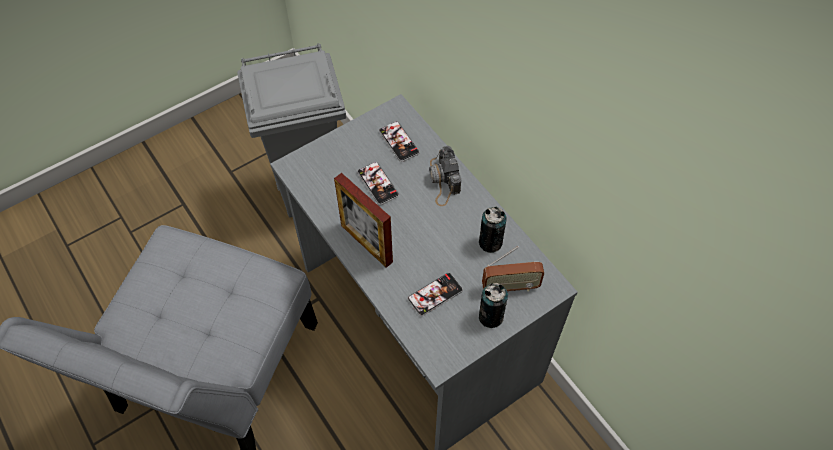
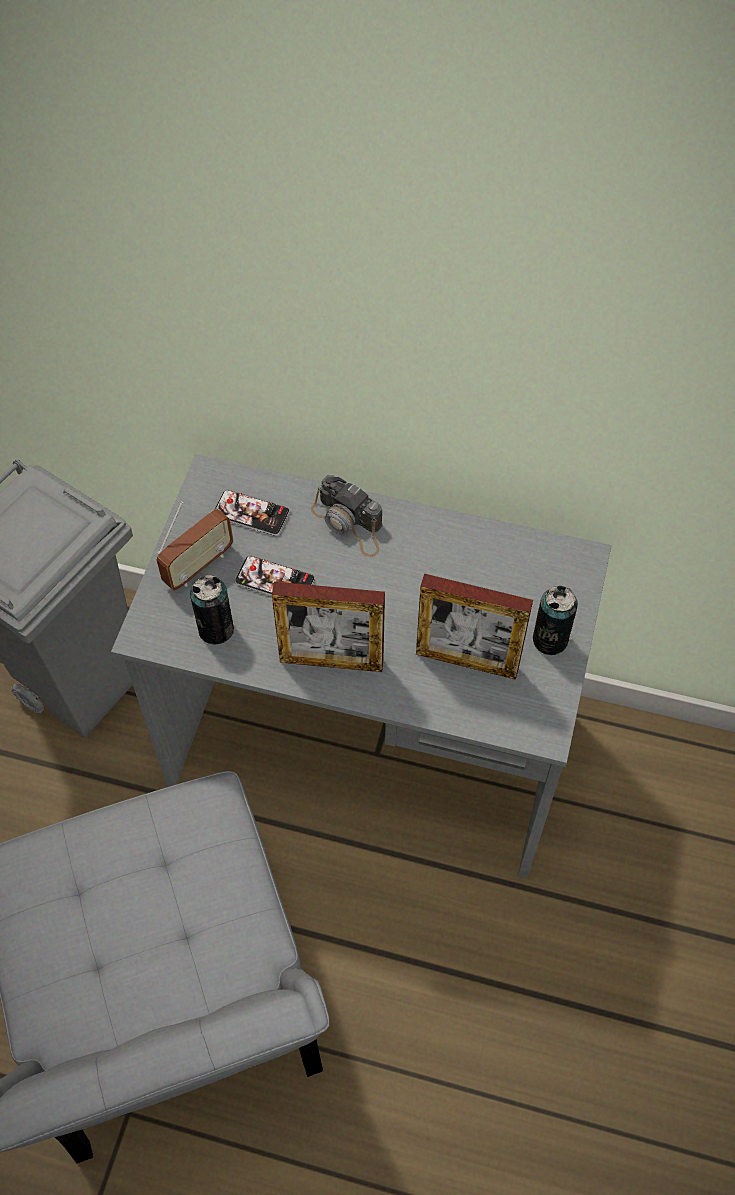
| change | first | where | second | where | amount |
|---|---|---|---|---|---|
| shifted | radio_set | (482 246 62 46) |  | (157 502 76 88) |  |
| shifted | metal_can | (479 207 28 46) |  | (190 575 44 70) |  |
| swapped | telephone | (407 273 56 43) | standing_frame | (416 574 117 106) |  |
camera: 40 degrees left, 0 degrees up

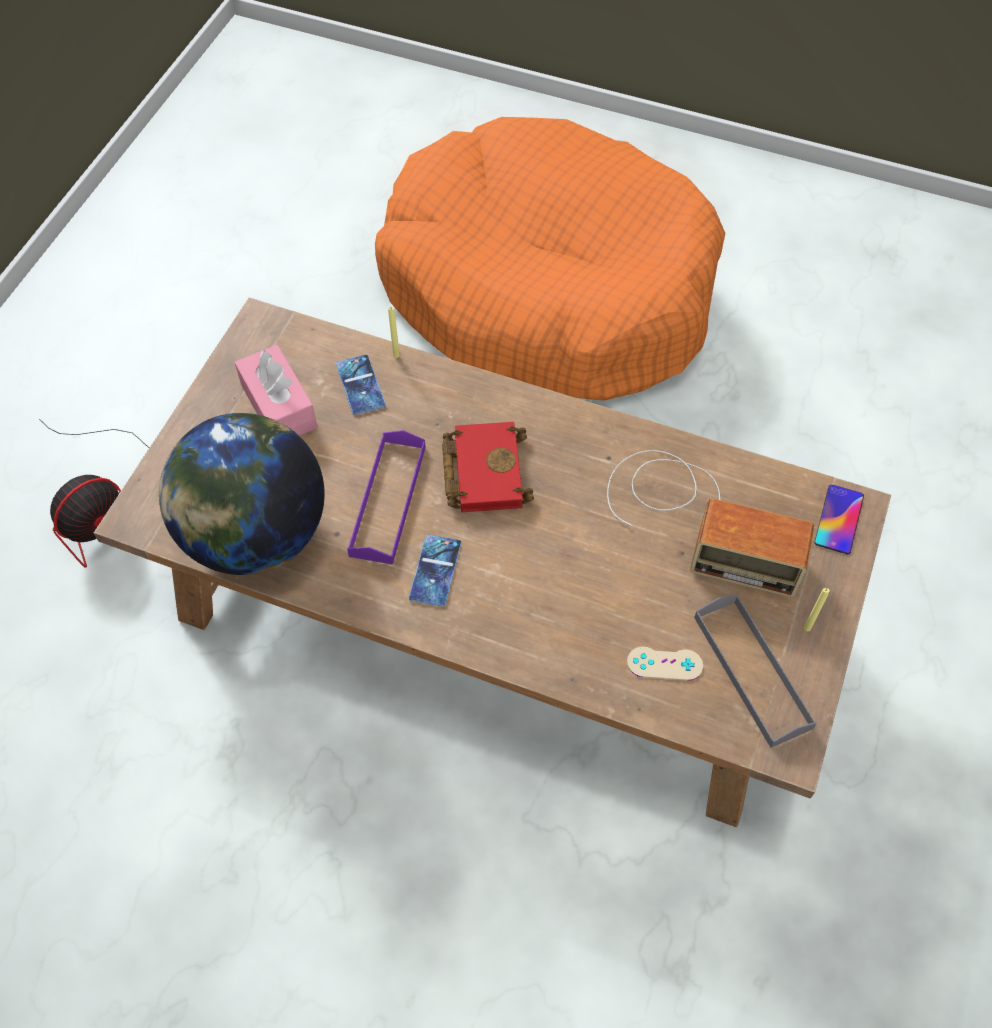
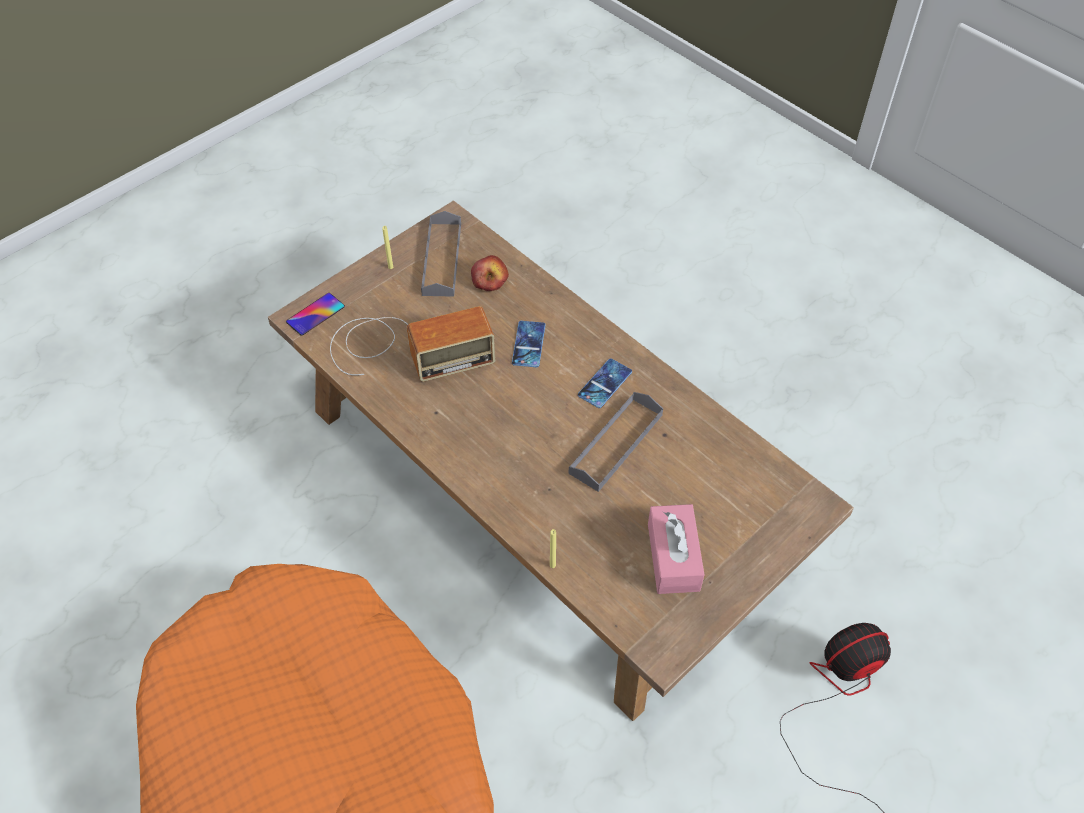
| change | first | where | second | where | amount |
|---|---|---|---|---|---|
| rotated | radio_set | (607 450 207 147) |  | (330 306 166 76) | 120 degrees clockwise |
| swapped | beige-coloured_gamepad | (627 647 76 34) | apple_fruit | (471 255 38 36) |  |
| shifted | telephone | (336 355 50 60) |  | (512 321 33 46) |  |
| repainted | purple_carrying_tray | (347 430 79 135) | grey_carrying_tray | (569 392 94 100) |  |
| gone | desk_globe | (159 413 166 162) |  |  |  |
| gone | red-coloured_bound_book | (442 422 92 90) |  |  |  |
camera: 155 degrees left, 5 degrees down

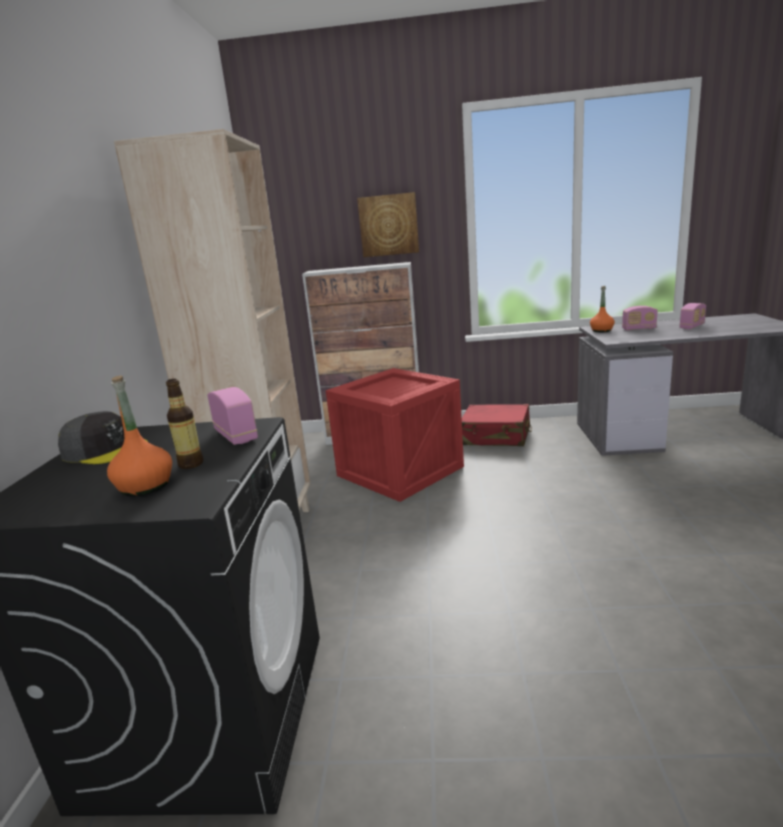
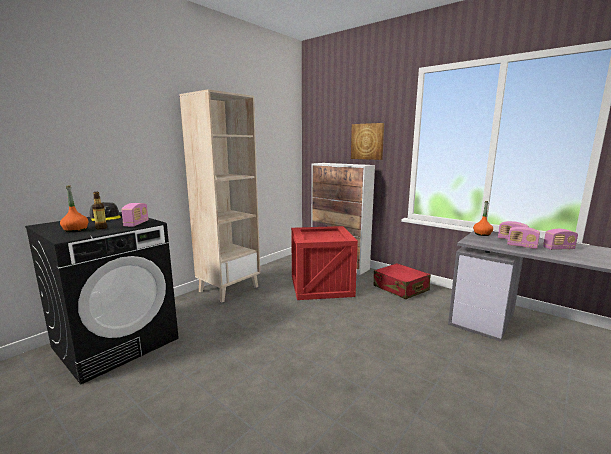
| change | first | where | second | where | amount |
|---|---|---|---|---|---|
| new |  |  | radio_set | (507 227 33 22) |  |
camera: 35 degrees right, 5 degrees down

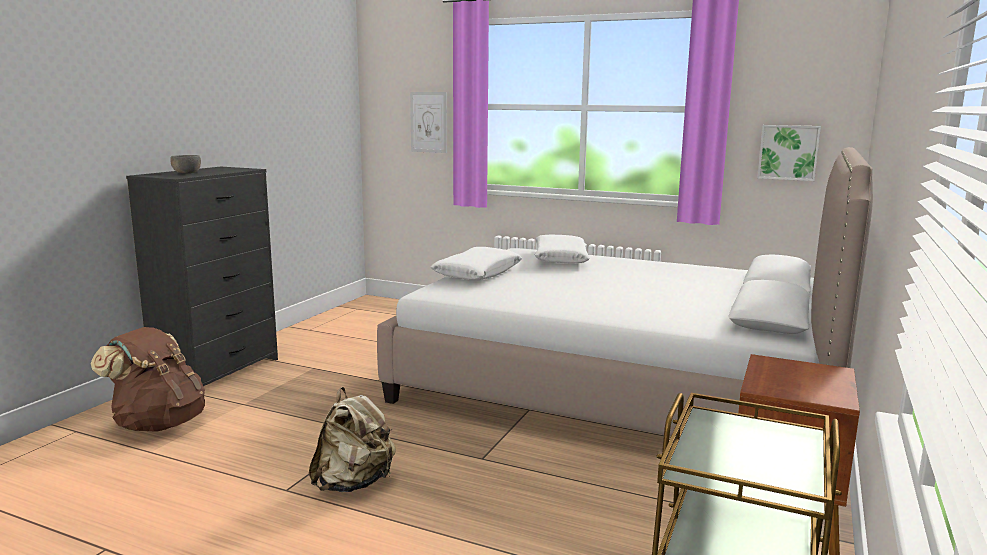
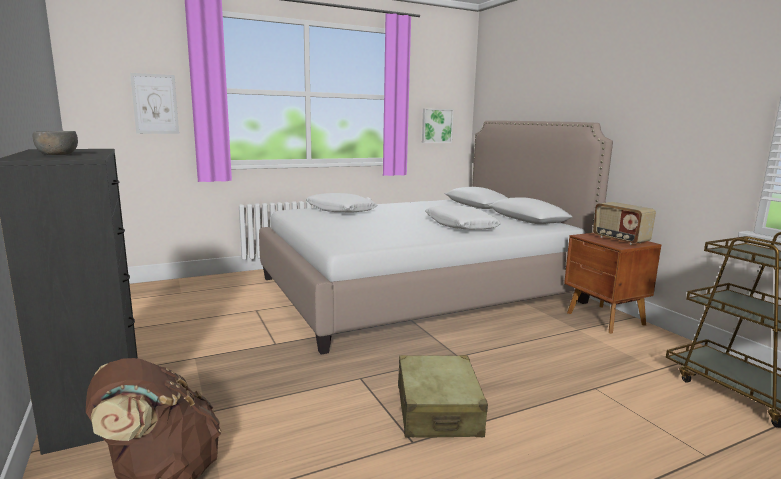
| change | first | where | second | where | amount |
|---|---|---|---|---|---|
| swapped | beige-coloured_backpack | (309 387 87 105) | beige-coloured_travel_case | (398 355 90 83) |  |
| shifted | whitish_pillow | (431 247 91 33) |  | (425 205 76 25) |  |
| new |  |  | radio_set | (593 202 63 43) |  |
camera: 50 degrees left, 0 degrees up

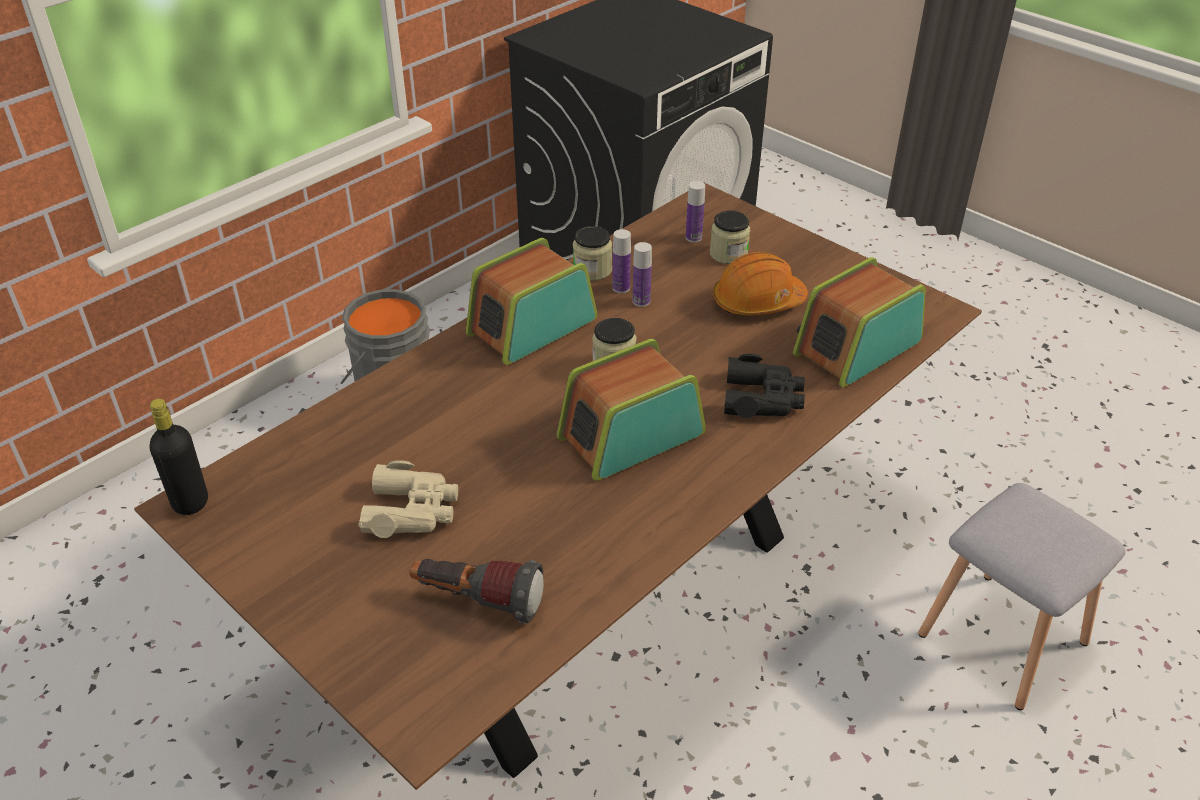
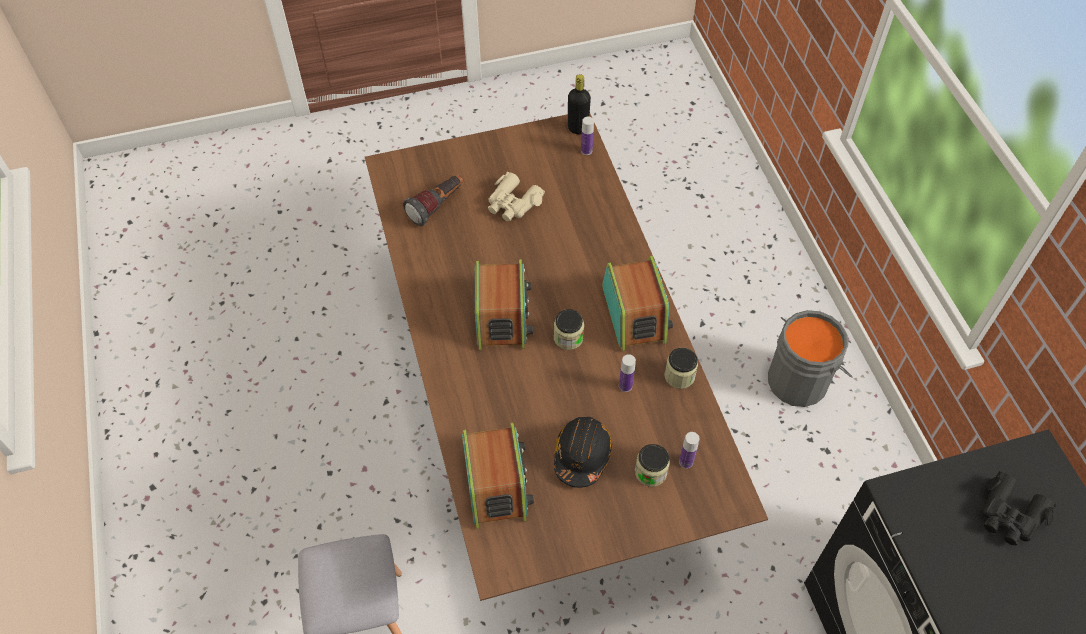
| change | first | where | second | where | amount |
|---|---|---|---|---|---|
| repainted | orangey_safety_helmet | (713 252 95 63) | black-coloured_safety_helmet | (554 417 59 71) |  |
| shifted | drink_bottle | (612 229 19 64) |  | (581 117 13 38) |  |
| shifted | black-coloured_binoculars | (724 354 81 64) |  | (981 471 75 75) |  |
camera: 120 degrees right, 15 degrees up

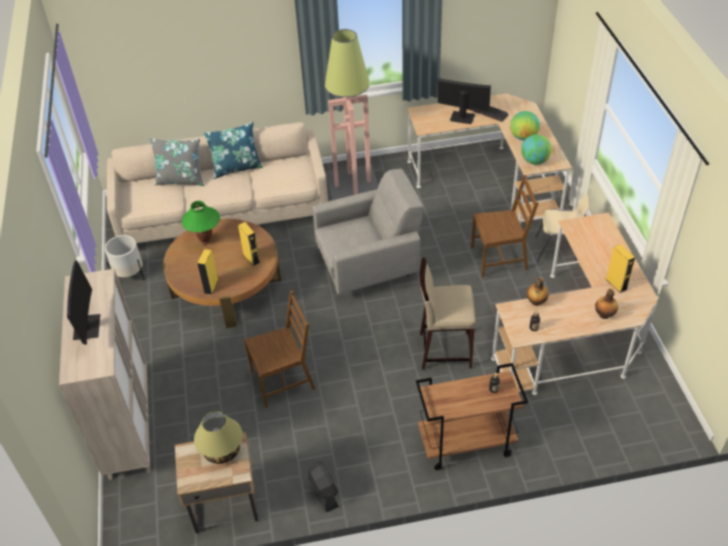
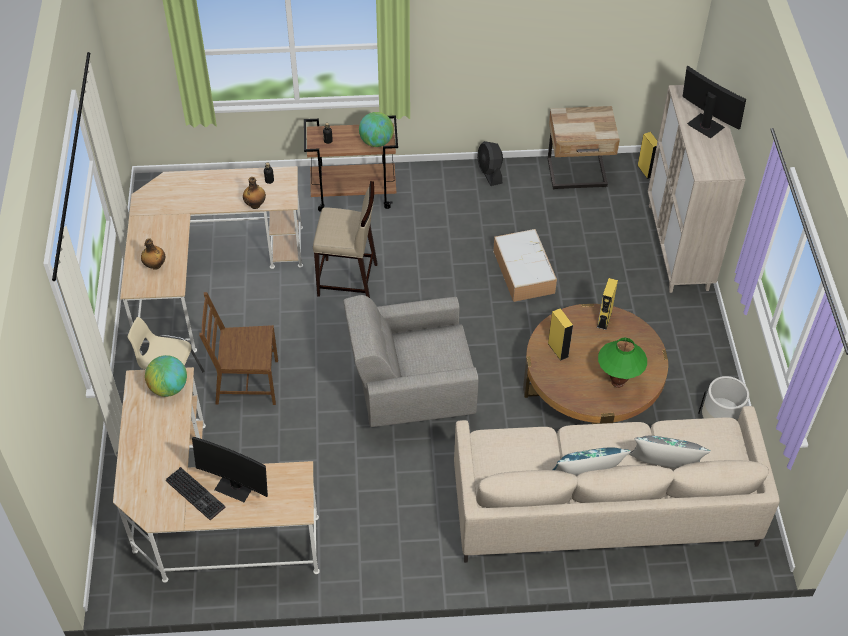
| change | first | where | second | where | amount |
|---|---|---|---|---|---|
| shifted | drink_bottle | (595 289 23 30) |  | (141 239 24 31) |  |
| shifted | desk_globe | (510 111 30 29) |  | (359 112 35 35) |  |
| swapped | brown_chair | (244 291 71 117) | storage_container | (493 229 64 73) |  |
| shifted | yellowish_speaker | (606 244 29 49) |  | (637 132 20 47) |  |
| rotated | computer_screen | (67 260 33 85) |  | (683 66 63 72) | 135 degrees clockwise |
| gone | tabletop_lamp | (194 411 48 53) |  |  |  |
| gone | standing_lamp | (325 29 54 171) |  |  |  |
camera: 175 degrees left, 5 degrees up

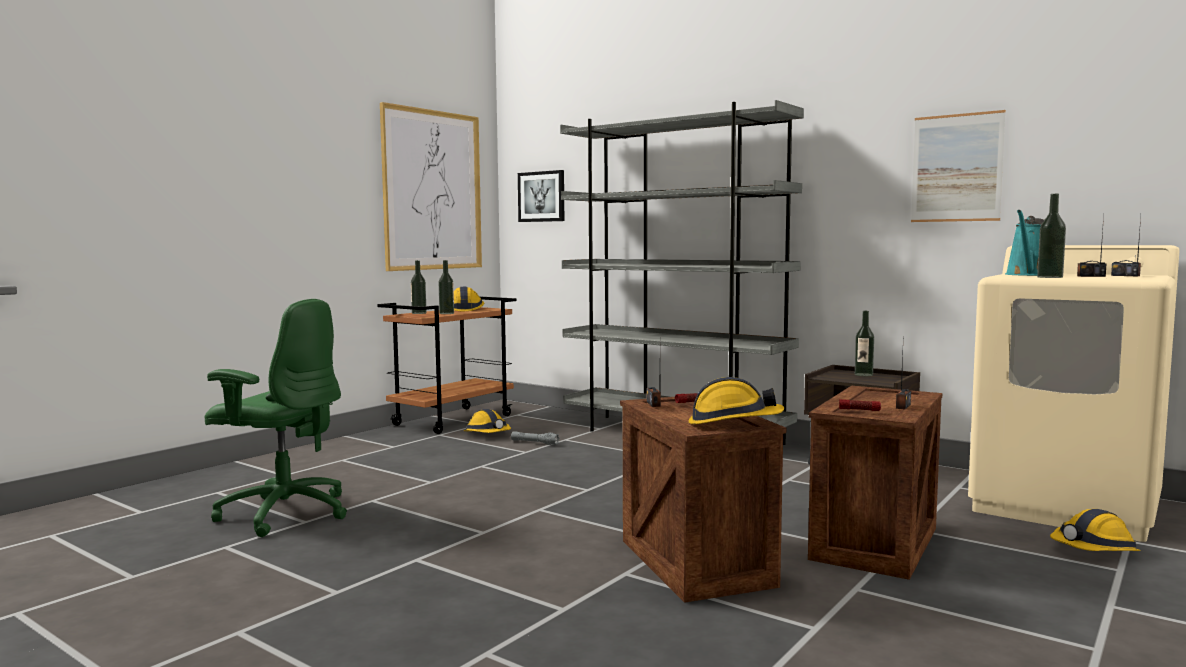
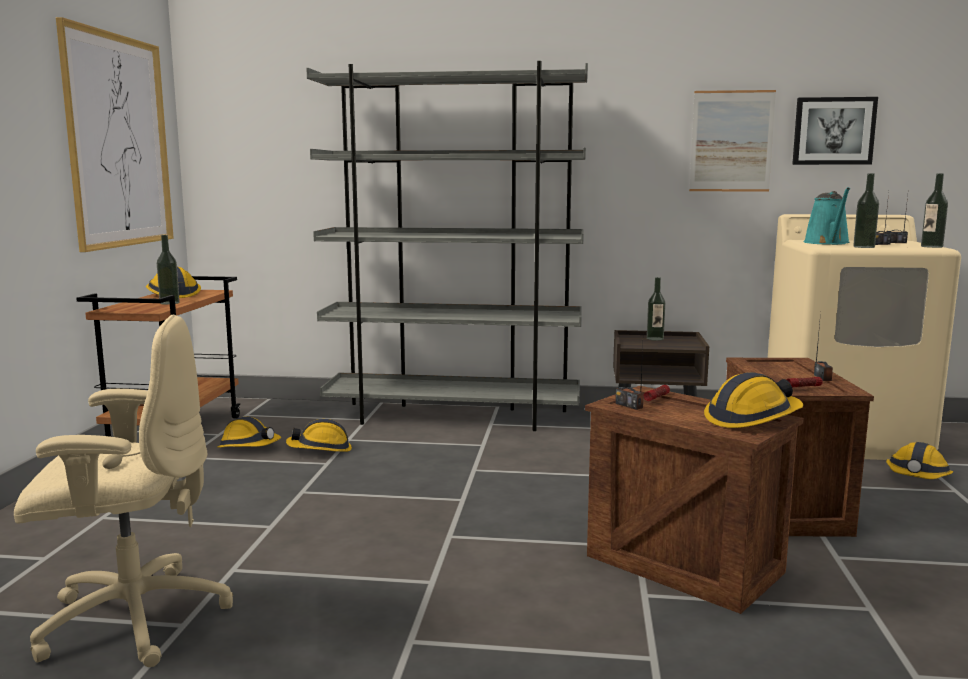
| change | first | where | second | where | amount |
|---|---|---|---|---|---|
| repainted | green_computer_chair | (204 299 143 238) | beige-coloured_computer_chair | (14 315 219 352) |  |
| swapped | grey_flashlight | (511 431 49 14) | safety_helmet | (286 419 66 33) |  |
| shifted | wall_picture | (518 170 46 52) |  | (792 97 86 68) |  |
| shifted | drink_bottle | (411 260 16 54) |  | (921 173 27 75) |  |
camera: 30 degrees left, 5 degrees up

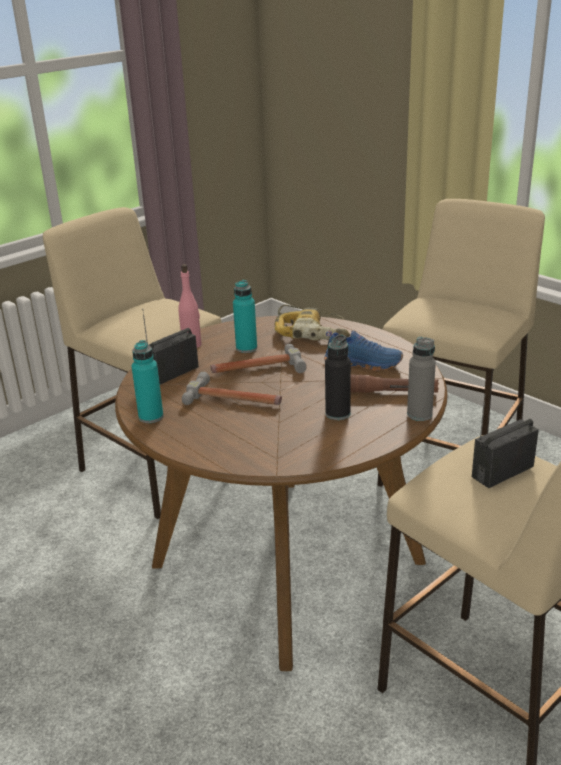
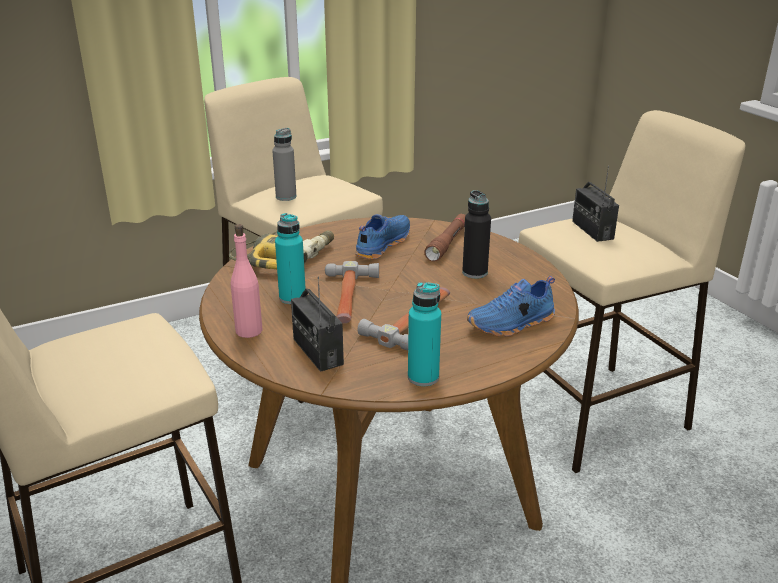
| change | first | where | second | where | amount |
|---|---|---|---|---|---|
| shifted | grey_drink_bottle | (407 337 29 84) |  | (272 128 25 73) |  |
| new |  |  | blue-coloured_shoe | (467 276 88 61) |  |
camera: 75 degrees left, 0 degrees up

